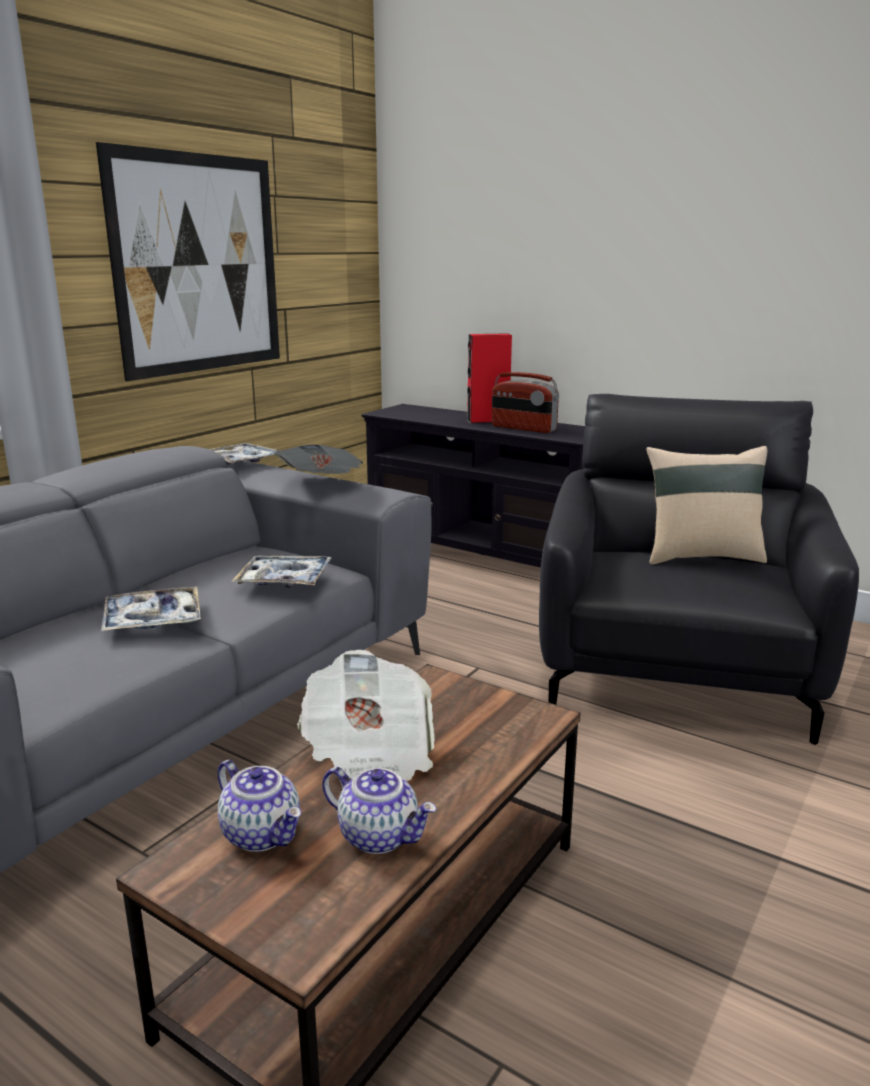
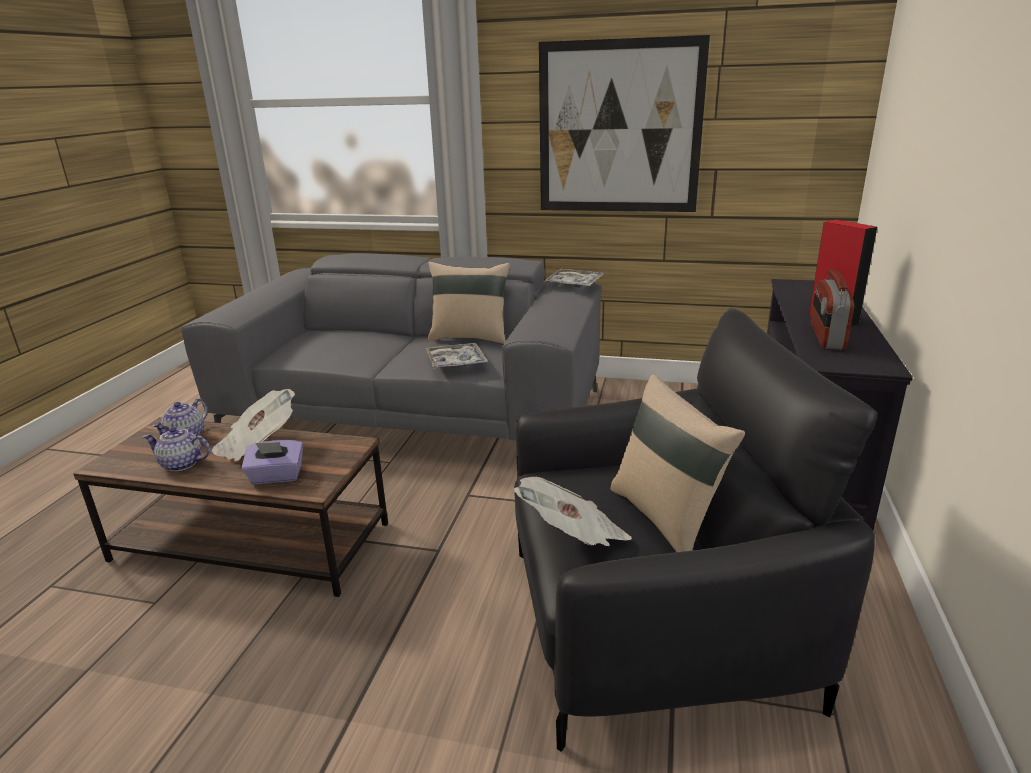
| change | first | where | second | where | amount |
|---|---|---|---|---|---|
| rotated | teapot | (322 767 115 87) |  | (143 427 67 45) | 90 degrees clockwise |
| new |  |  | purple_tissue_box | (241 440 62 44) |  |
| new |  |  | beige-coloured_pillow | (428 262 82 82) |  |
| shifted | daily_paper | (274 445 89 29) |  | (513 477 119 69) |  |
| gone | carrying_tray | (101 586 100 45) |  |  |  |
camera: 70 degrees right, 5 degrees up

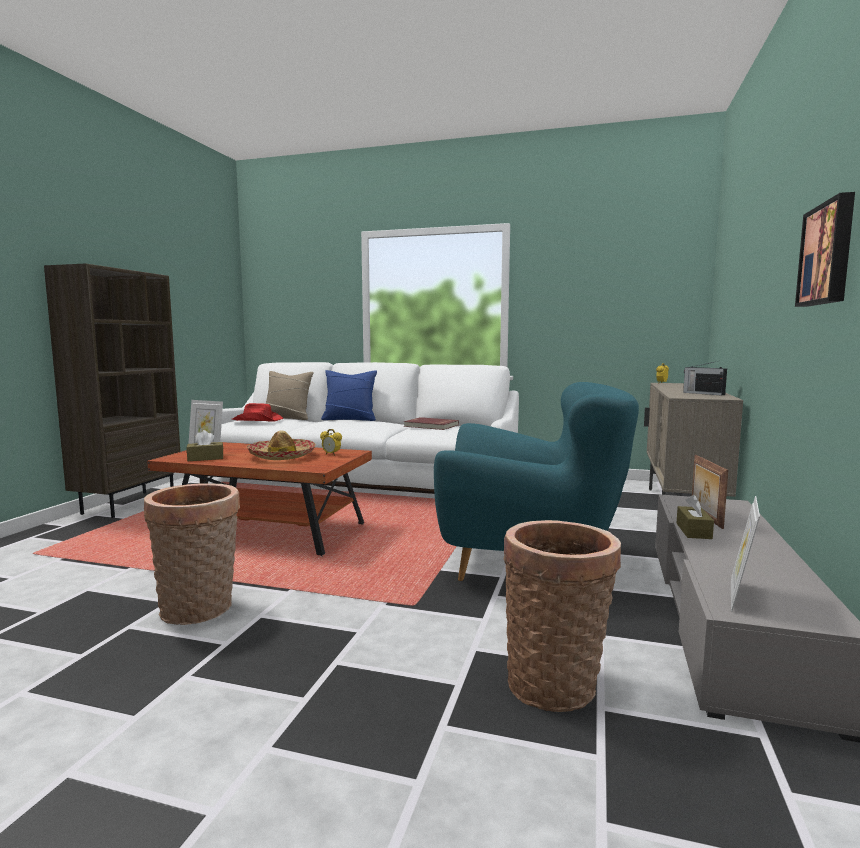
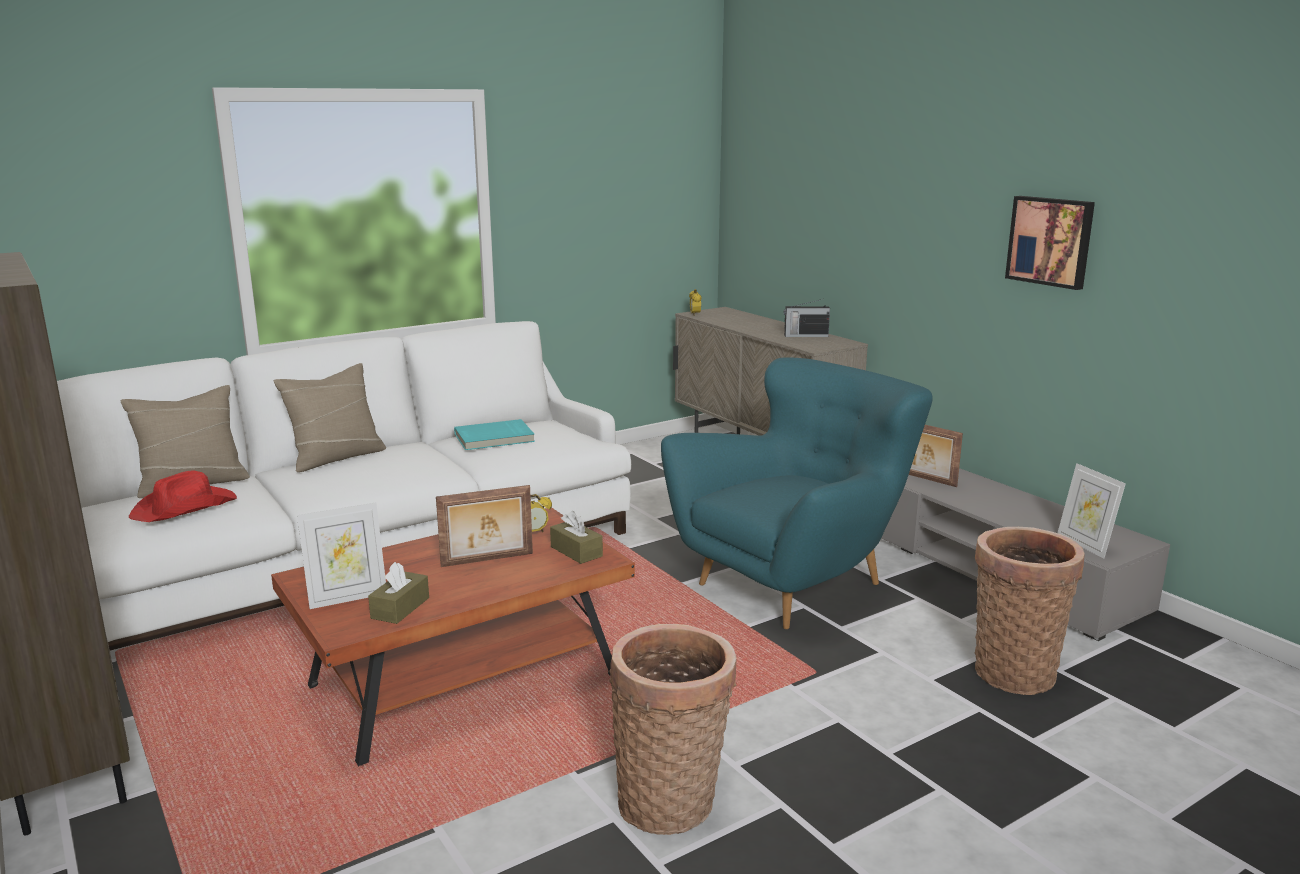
| change | first | where | second | where | amount |
|---|---|---|---|---|---|
| repainted | blue-coloured_pillow | (321 370 56 51) | beige-coloured_pillow | (274 363 112 109) |  |
| swapped | wearable_hat | (246 430 70 30) | standing_frame | (436 485 97 82) |  |
| repainted | red-coloured_bound_book | (404 417 55 13) | blue-green_bound_book | (454 419 81 31) |  |
| shifted | brown_tissue_box | (676 495 38 44) |  | (550 511 53 53) |  |
camera: 50 degrees left, 10 degrees up

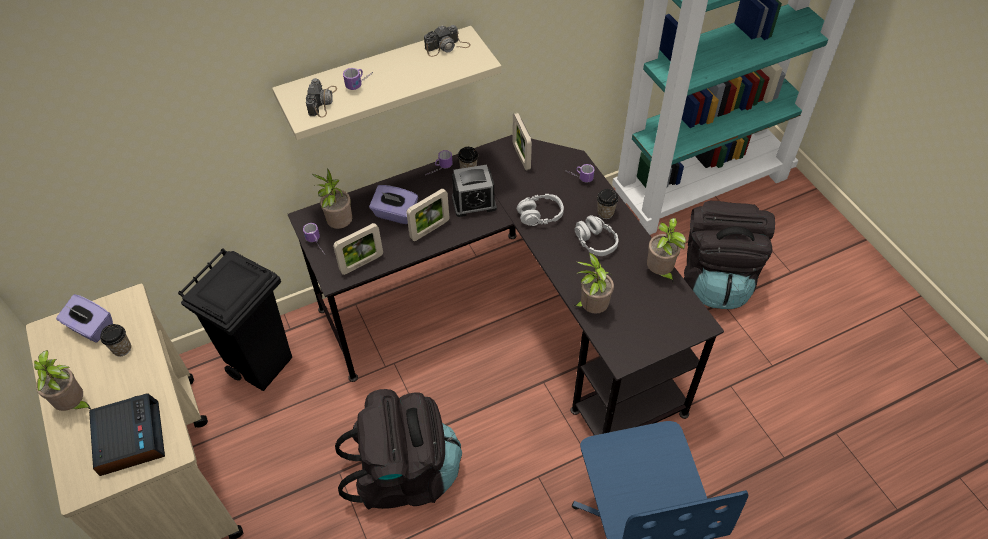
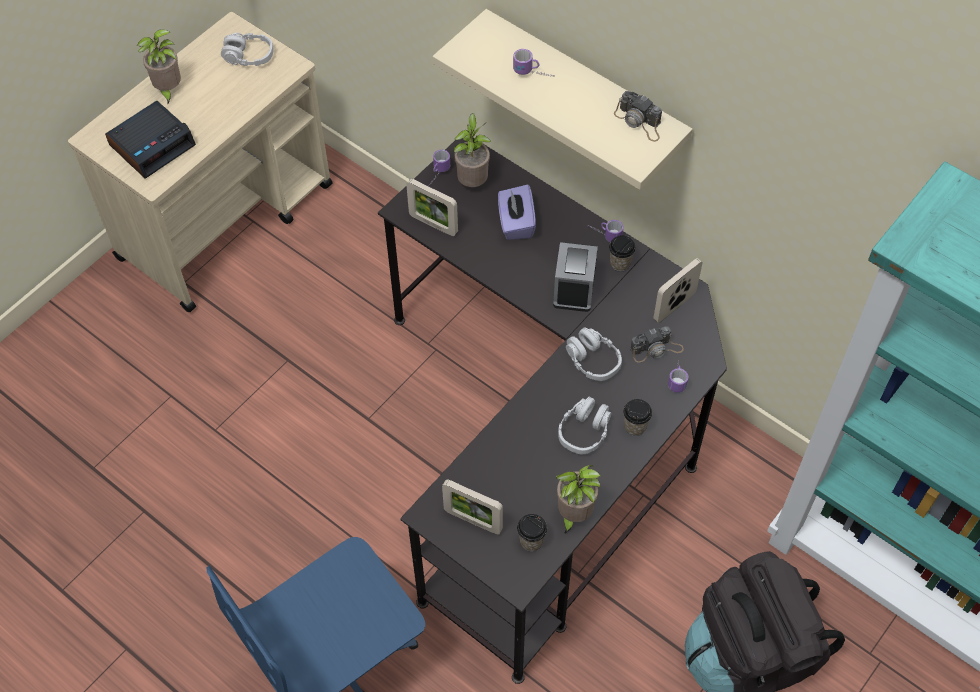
| change | first | where | second | where | amount |
|---|---|---|---|---|---|
| swapped | purple_tissue_box | (56 294 57 48) | grey_pair_of_headphones | (221 33 53 33) |  |
| shifted | standing_frame | (406 188 43 53) |  | (442 479 61 56) |  |
| shifted | cup | (100 324 31 32) |  | (517 514 30 37) |  |
| rotated | bedside_clock | (452 165 45 52) |  | (553 242 45 70) | 45 degrees clockwise |
| shifted | photo_camera | (306 78 31 39) |  | (630 326 54 36) |  |
| gone | black-coloured_waste_bin | (178 248 114 143) |  |  |  |
| gone | black-coloured_backpack | (335 389 127 121) |  |  |  |
| gone | houseplant | (574 252 40 62) |  |  |  |
camera: 65 degrees right, 5 degrees up

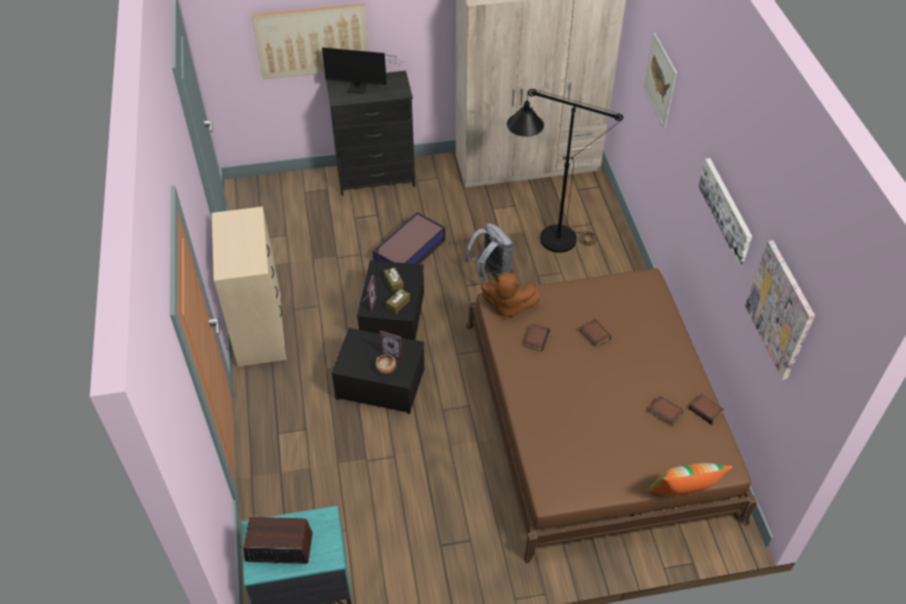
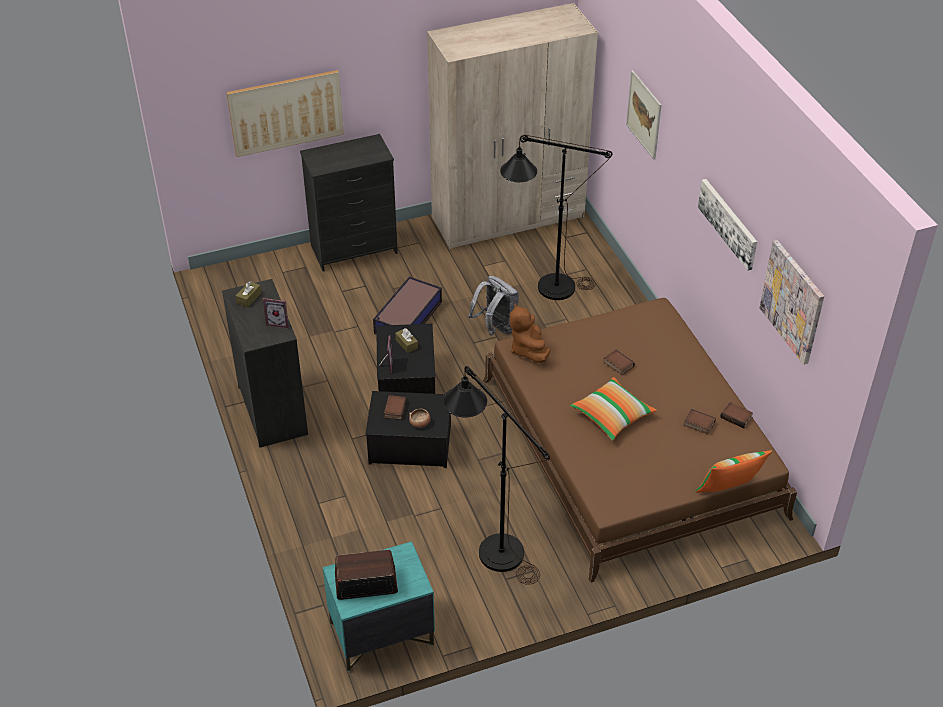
| change | first | where | second | where | amount |
|---|---|---|---|---|---|
| repainted | beige-coloured_chest_of_drawers | (212 207 75 160) | black-coloured_chest_of_drawers | (222 279 86 169) |  |
| shifted | brown_tissue_box | (386 288 24 26) |  | (236 281 25 27) |  |
| shifted | standing_frame | (380 331 22 29) |  | (263 298 26 30) |  |
| shifted | bound_book | (524 324 26 27) |  | (384 395 23 25) |  |
| new |  |  | black-coloured_standing_lamp | (443 366 107 219) |  |
| rotated | brown_soft_toy | (481 273 60 47) |  | (509 303 41 60) | 75 degrees clockwise |
| new |  |  | pillow | (570 377 87 64) |  |
| gone | computer_screen | (322 47 84 47) |  |  |  |
camera: 10 degrees left, 5 degrees down

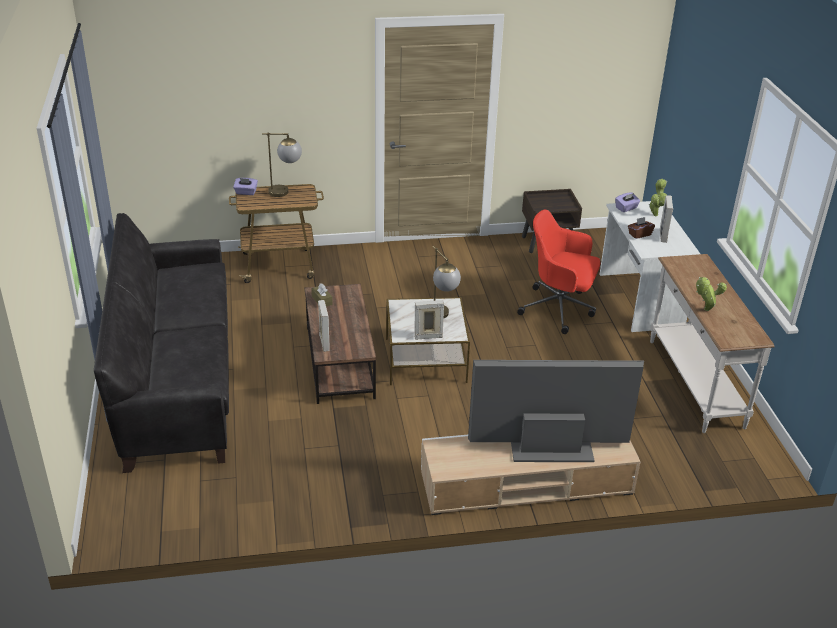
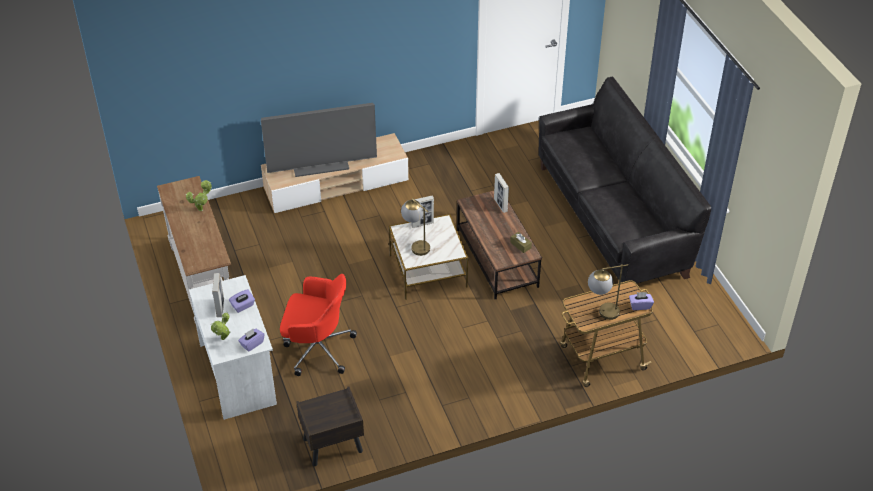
| change | first | where | second | where | amount |
|---|---|---|---|---|---|
| repainted | brown_tissue_box | (628 217 27 22) | purple_tissue_box | (229 289 26 24) |  |
camera: 170 degrees right, 10 degrees up

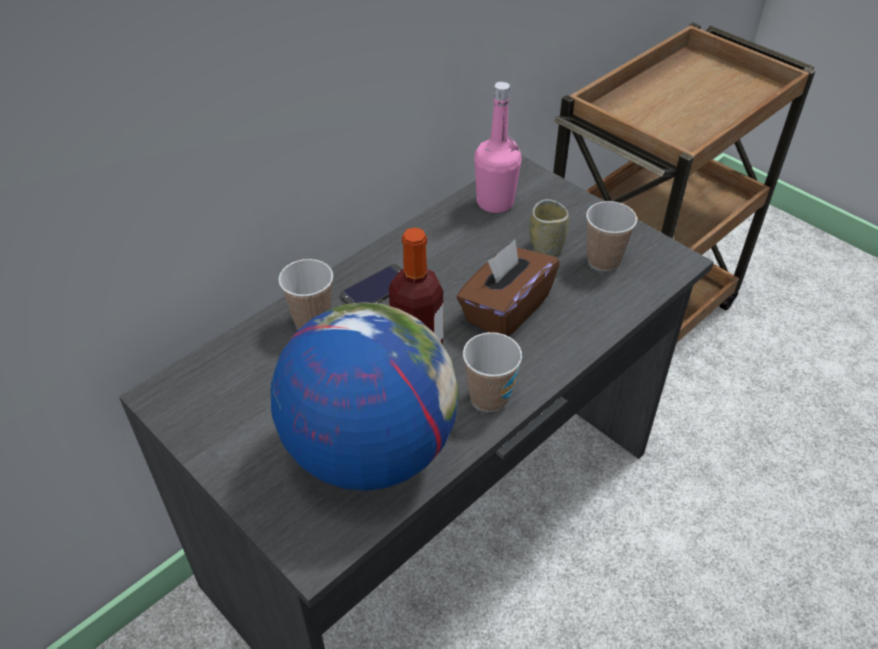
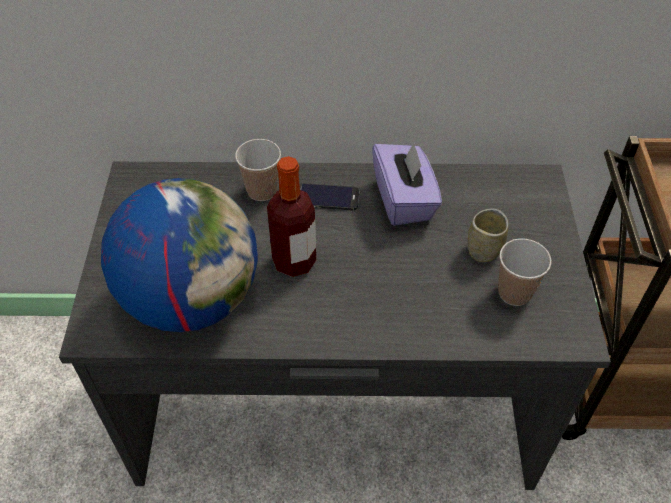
| change | first | where | second | where | amount |
|---|---|---|---|---|---|
| new |  |  | purple_tissue_box | (372 140 70 86) |  |
| gone | brown_tissue_box | (456 239 104 98) |  |  |  |
| gone | cup | (463 332 59 80) |  |  |  |
| gone | pink-coloured_drink_bottle | (474 82 48 131) |  |  |  |
camera: 45 degrees right, 5 degrees up

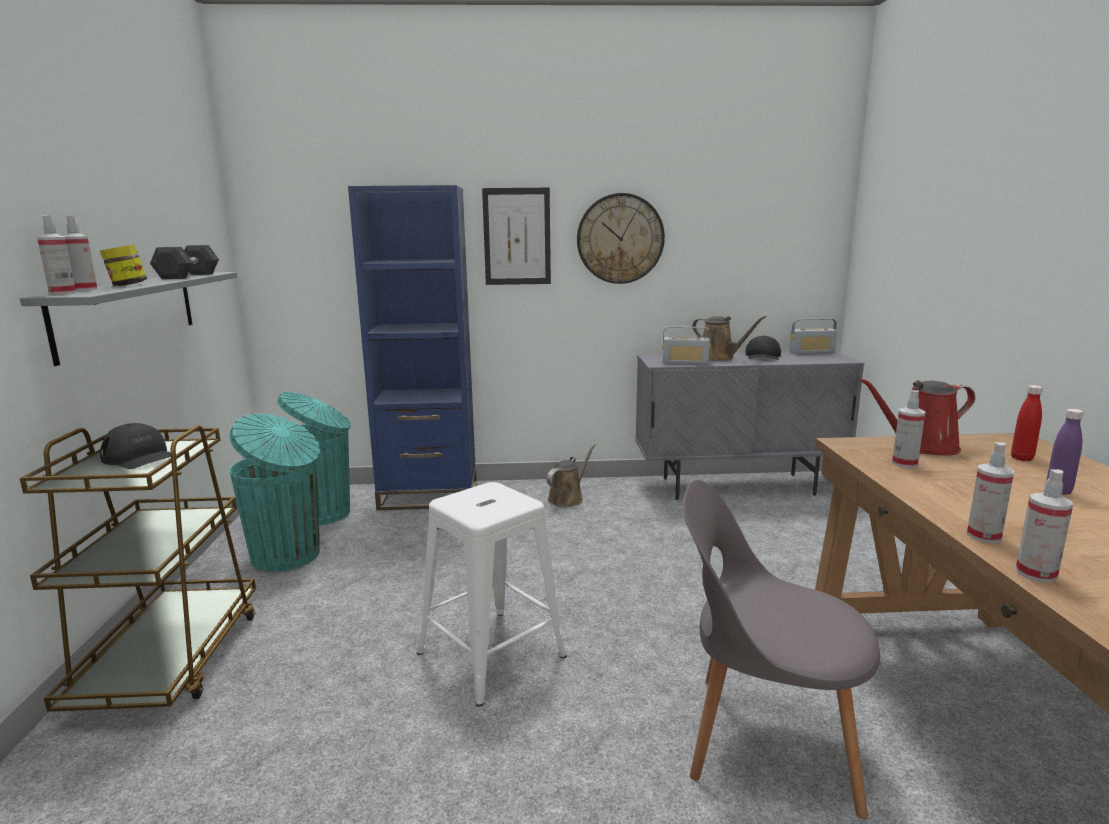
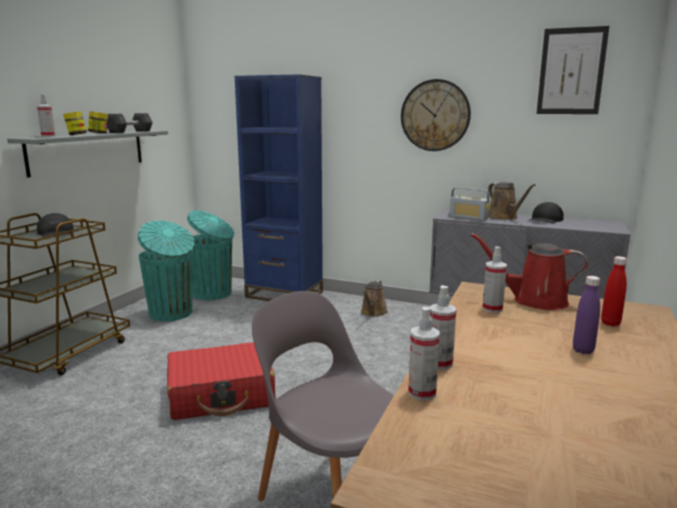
| change | first | where | second | where | amount |
|---|---|---|---|---|---|
| new |  |  | jar | (88 111 20 23) |  |
| swapped | whitish_stool_seat | (417 482 150 225) | red-coloured_travel_case | (167 342 109 78) |  |
| rotated | brown_sprinkling_can | (546 444 50 63) |  | (361 280 27 37) | 135 degrees clockwise |
| shifted | wall_picture | (482 188 69 97) |  | (536 26 73 88) |  |
| gone | hand_sprayer | (37 215 39 80) |  |  |  |
| gone | radio_set | (789 318 48 36) |  |  |  |
camera: 25 degrees right, 0 degrees up

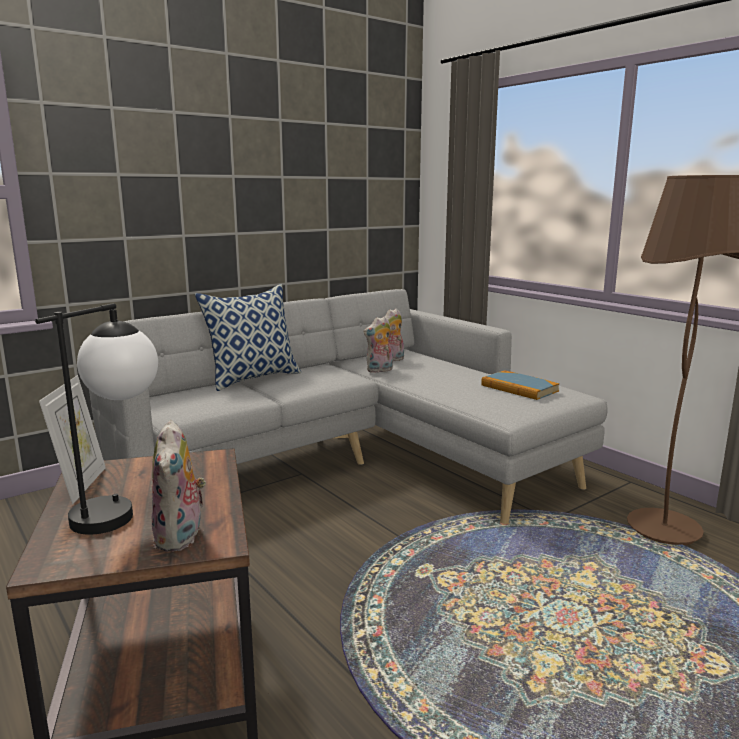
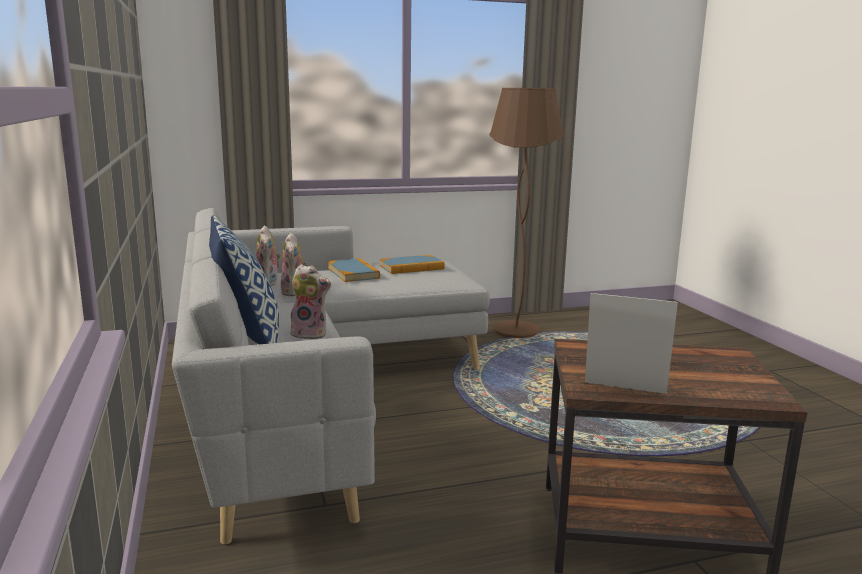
| change | first | where | second | where | amount |
|---|---|---|---|---|---|
| shifted | soft_toy | (152 420 54 132) |  | (290 264 41 76) |  |
| new |  |  | bound_book | (328 258 52 24) |  |
| gone | tabletop_lamp | (35 303 123 232) |  |  |  |
camera: 70 degrees left, 0 degrees up

